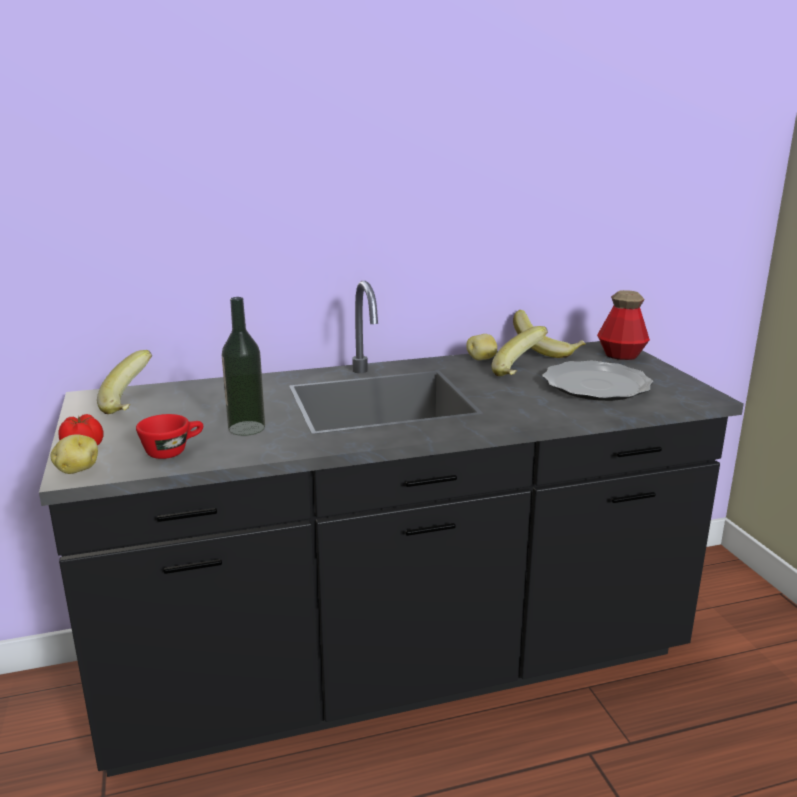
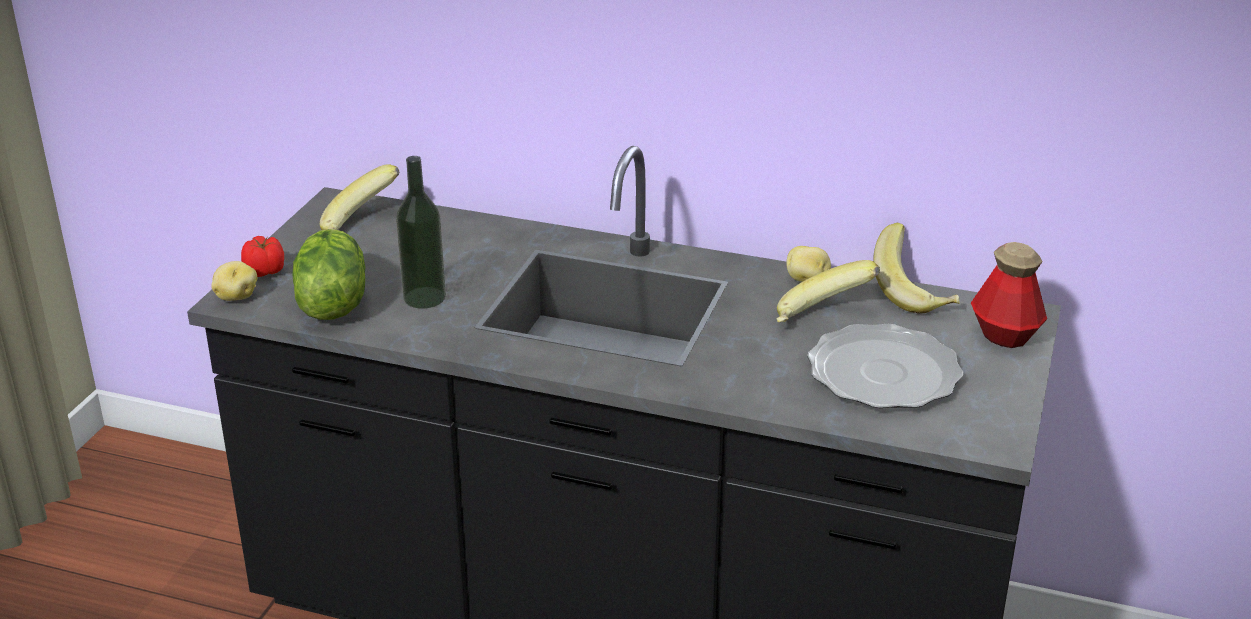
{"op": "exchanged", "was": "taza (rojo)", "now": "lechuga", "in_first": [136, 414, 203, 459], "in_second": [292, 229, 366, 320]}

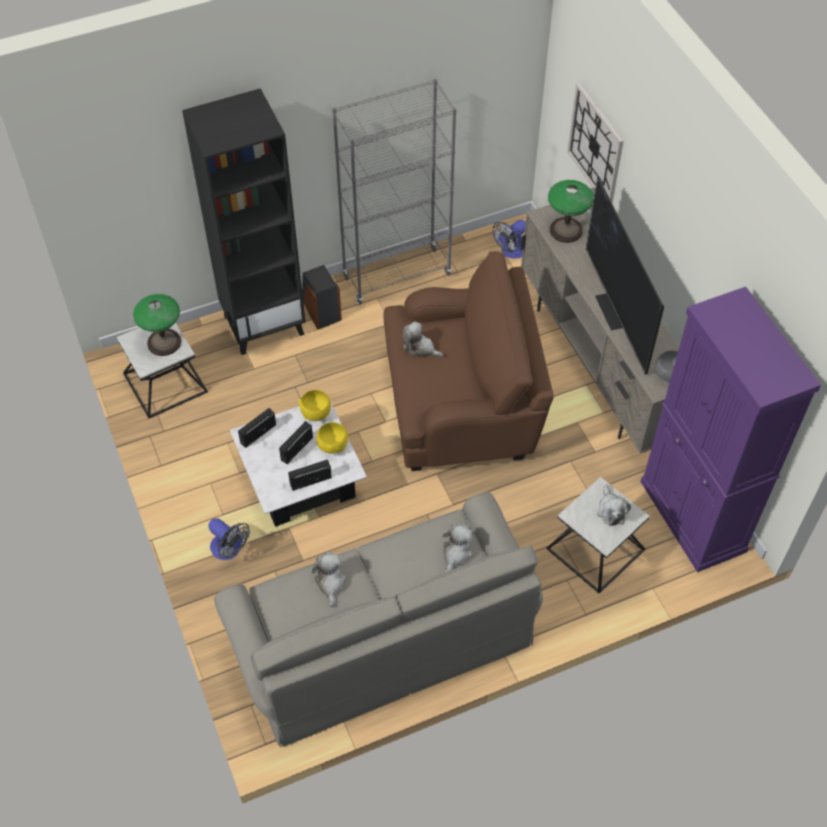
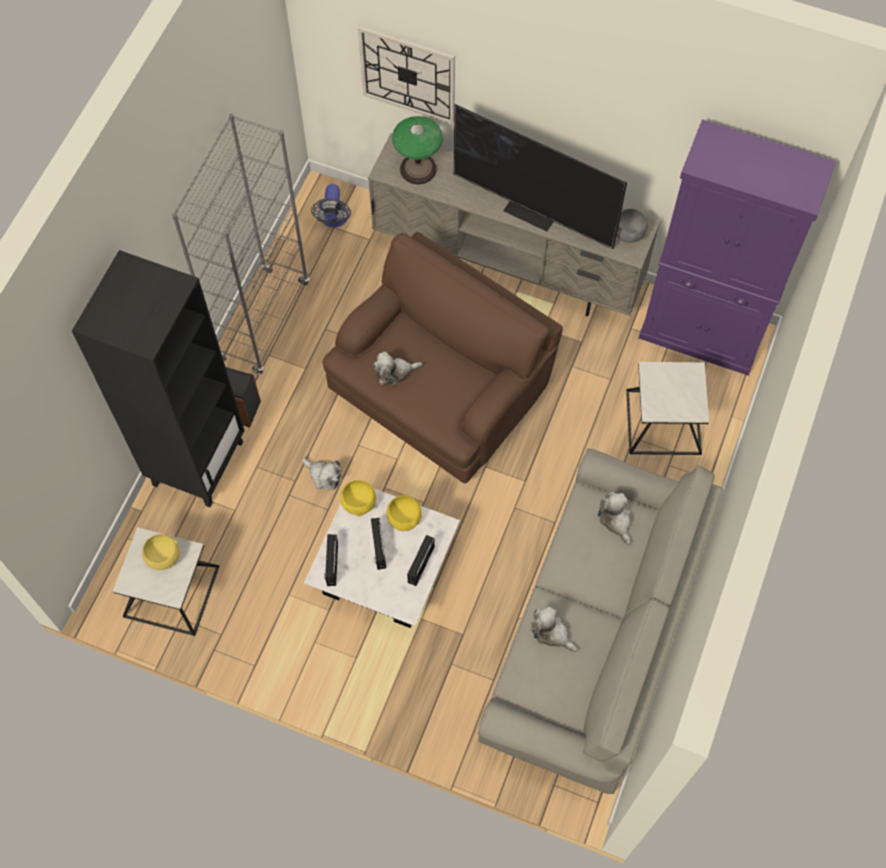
{"op": "exchanged", "was": "lámpara de mesa", "now": "cuenco (amarillo)", "in_first": [133, 294, 181, 356], "in_second": [142, 534, 180, 570]}
{"op": "relocated", "was": "peluche", "in_first": [597, 484, 631, 526], "in_second": [302, 458, 343, 490]}
{"op": "missing", "was": "ventilador", "in_first": [208, 518, 250, 560]}

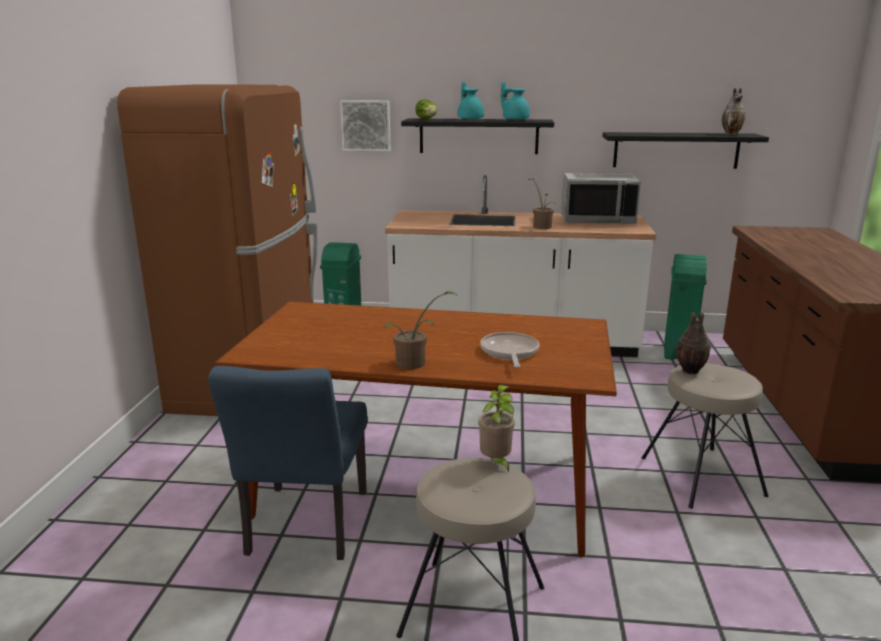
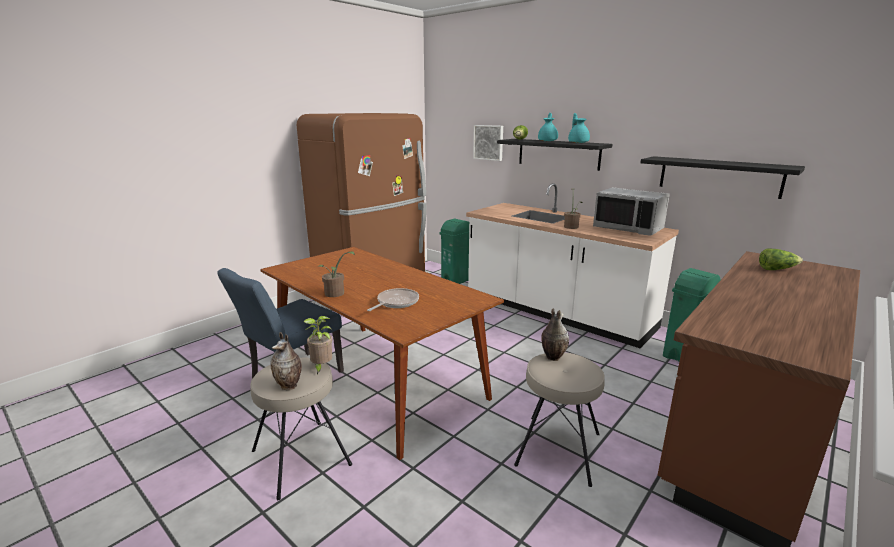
{"op": "relocated", "was": "florero", "in_first": [722, 88, 746, 135], "in_second": [271, 332, 302, 390]}
{"op": "appeared", "now": "lechuga", "in_second": [759, 248, 803, 270]}

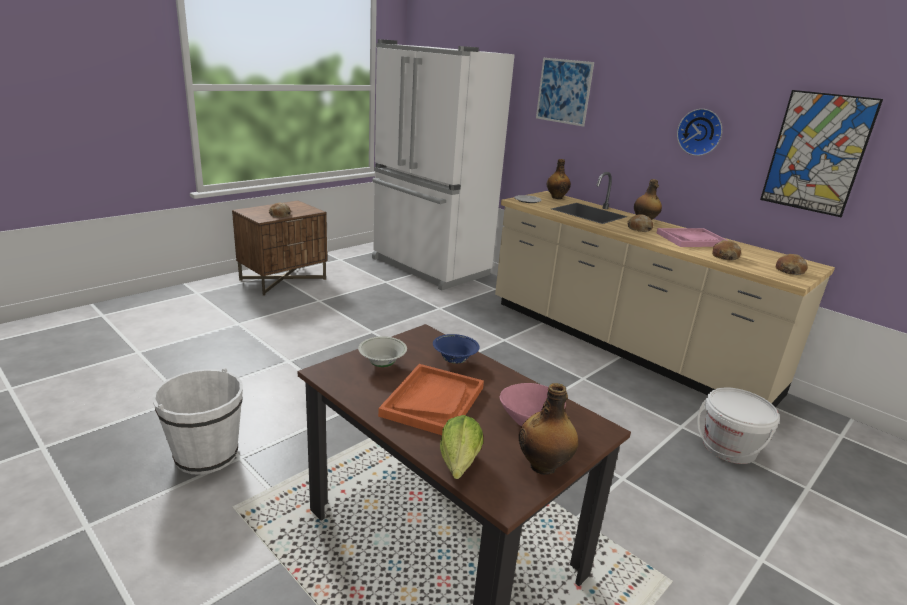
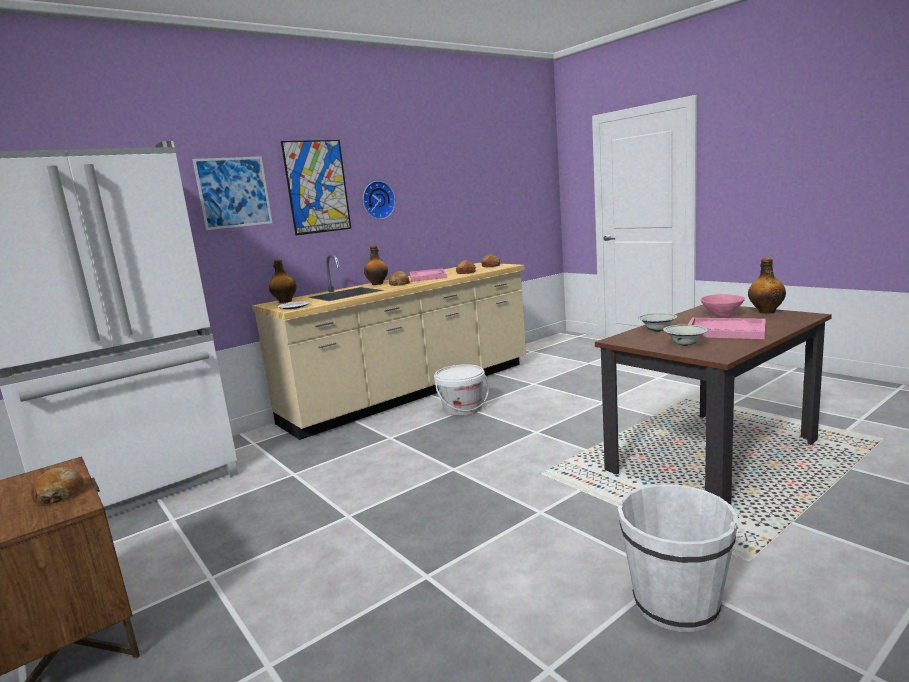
{"op": "relocated", "was": "cuadro", "in_first": [760, 90, 883, 217], "in_second": [281, 140, 351, 235]}
{"op": "colour", "was": "cuenco (azul)", "now": "cuenco (blanco)", "in_first": [433, 334, 480, 364], "in_second": [638, 313, 677, 332]}
{"op": "colour", "was": "bandeja (naranja)", "now": "bandeja (rosa)", "in_first": [378, 364, 484, 435], "in_second": [688, 318, 766, 339]}
{"op": "relocated", "was": "cubo (blanco)", "in_first": [697, 387, 780, 464], "in_second": [434, 364, 489, 416]}
{"op": "missing", "was": "lechuga", "in_first": [440, 415, 483, 479]}

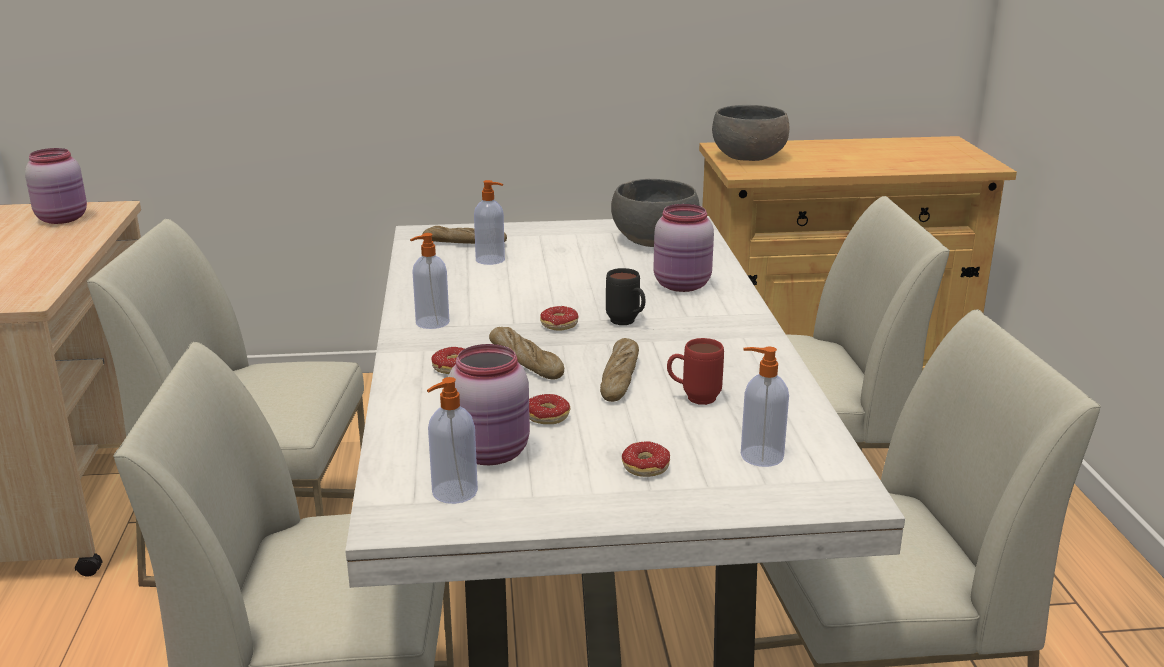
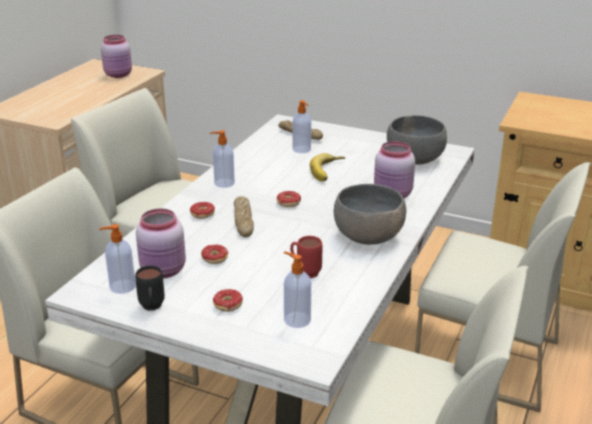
{"op": "relocated", "was": "cuenco (gris)", "in_first": [712, 105, 790, 161], "in_second": [334, 184, 406, 245]}
{"op": "relocated", "was": "taza grande (negro)", "in_first": [606, 268, 646, 325], "in_second": [135, 265, 165, 311]}
{"op": "missing", "was": "pan", "in_first": [600, 338, 639, 402]}
{"op": "appeared", "now": "plátano", "in_second": [310, 153, 345, 182]}

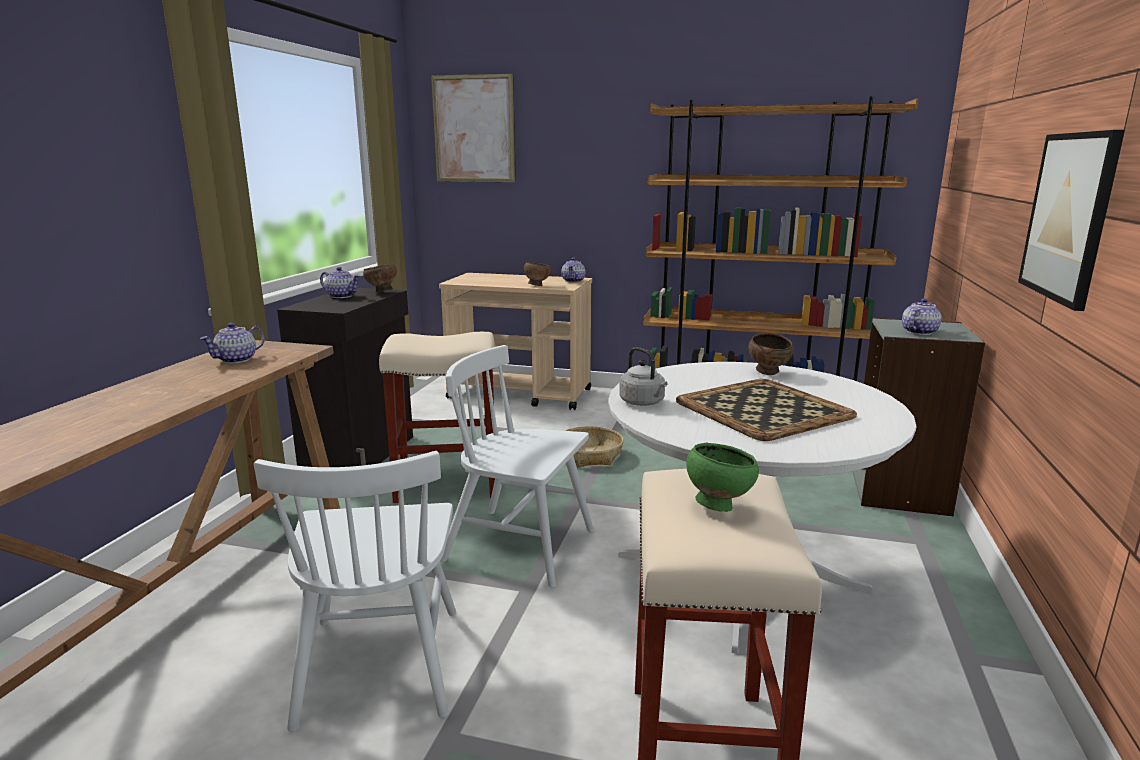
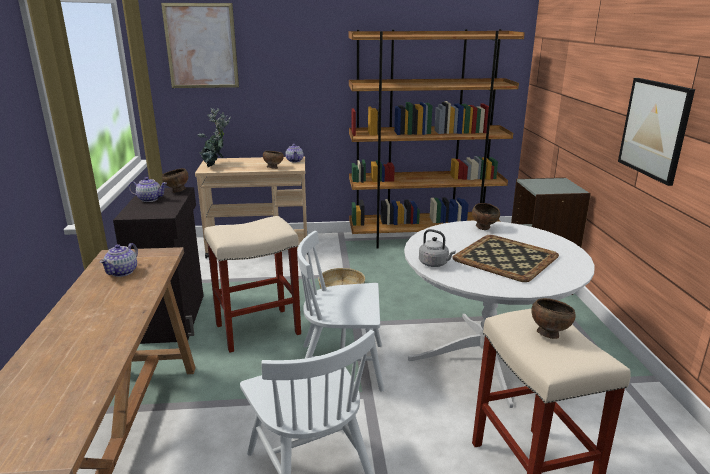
{"op": "missing", "was": "tetera", "in_first": [902, 298, 942, 335]}
{"op": "colour", "was": "cuenco (verde)", "now": "cuenco (marrón)", "in_first": [686, 443, 759, 512], "in_second": [531, 298, 576, 339]}
{"op": "appeared", "now": "planta en maceta", "in_second": [197, 108, 231, 167]}

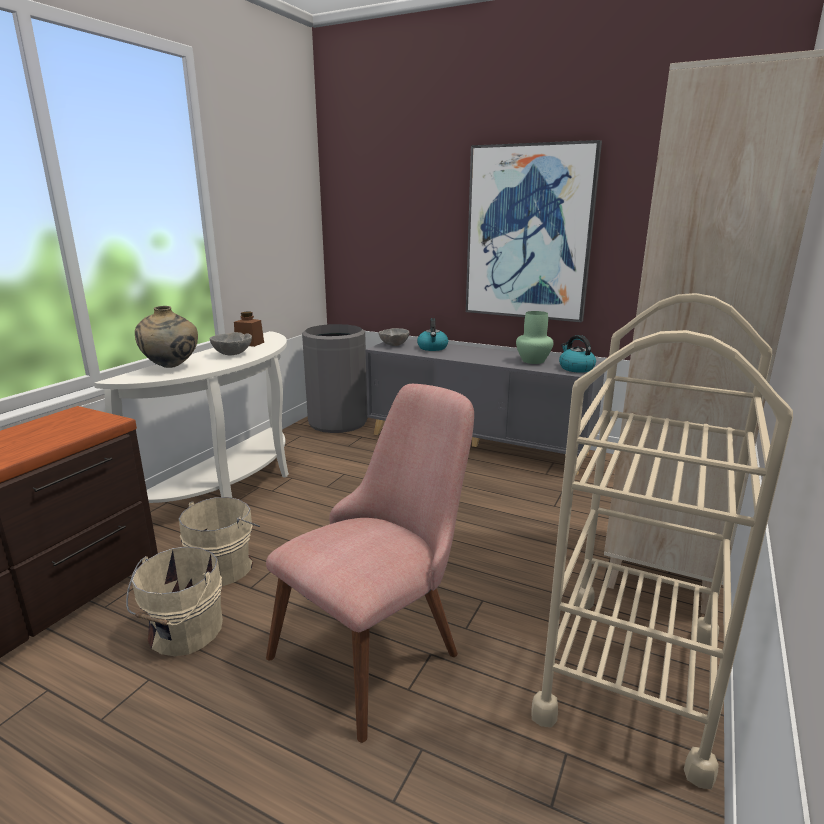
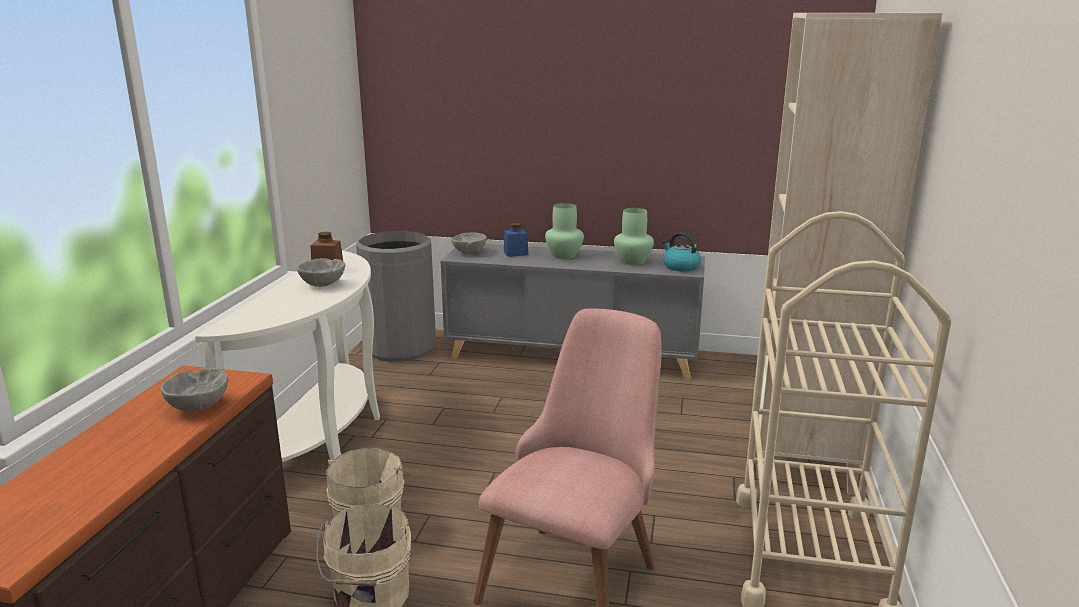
{"op": "missing", "was": "cuadro", "in_first": [466, 140, 602, 322]}
{"op": "missing", "was": "florero (beis)", "in_first": [135, 306, 198, 368]}
{"op": "exchanged", "was": "hervidor", "now": "tarro (azul)", "in_first": [417, 318, 448, 351], "in_second": [504, 223, 528, 257]}
{"op": "appeared", "now": "florero (verde)", "in_second": [545, 203, 584, 259]}
{"op": "appeared", "now": "cuenco (gris)", "in_second": [160, 368, 228, 412]}

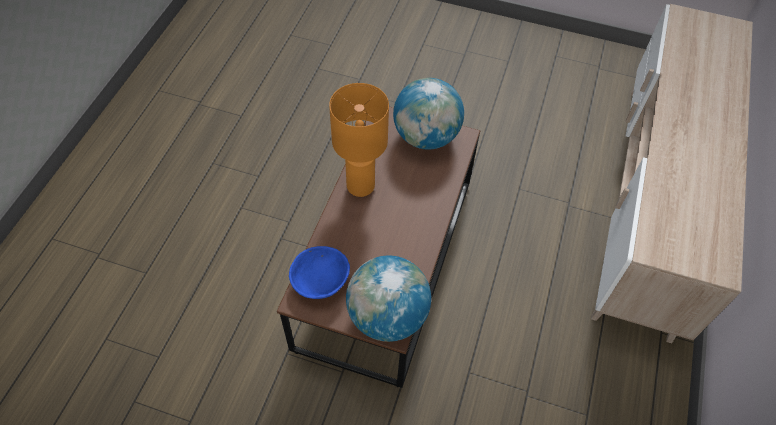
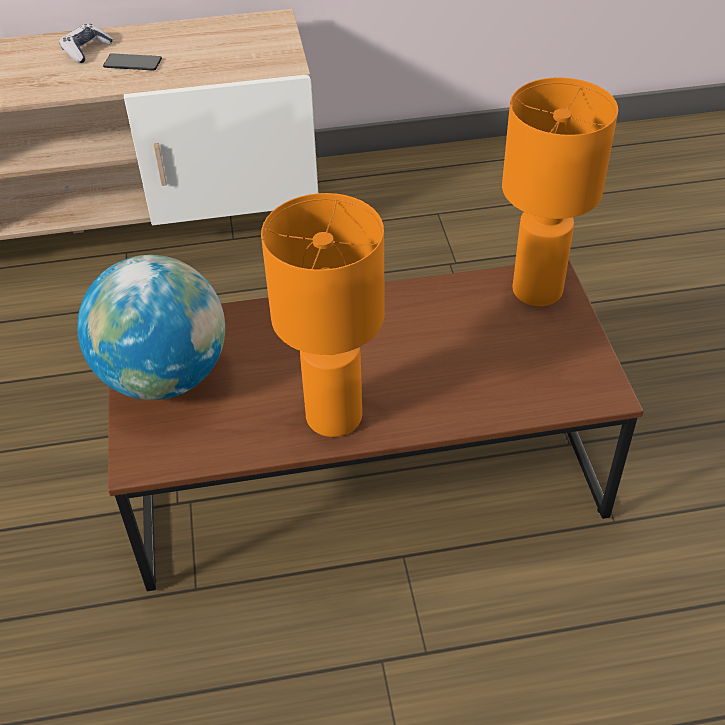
{"op": "missing", "was": "cuenco (azul)", "in_first": [289, 246, 350, 299]}
{"op": "exchanged", "was": "globo terráqueo", "now": "lámpara de mesa (naranja)", "in_first": [346, 255, 431, 342], "in_second": [502, 77, 618, 306]}
{"op": "appeared", "now": "mando de consola", "in_second": [59, 24, 113, 63]}
{"op": "appeared", "now": "móvil", "in_second": [103, 53, 162, 71]}

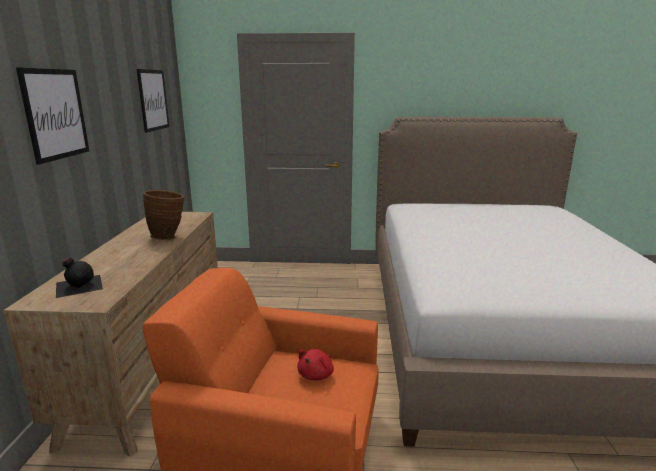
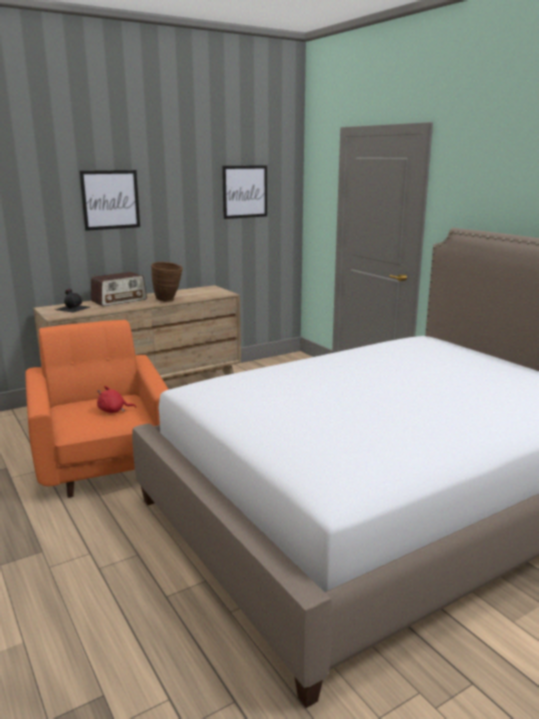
{"op": "appeared", "now": "radio", "in_second": [91, 272, 147, 306]}

